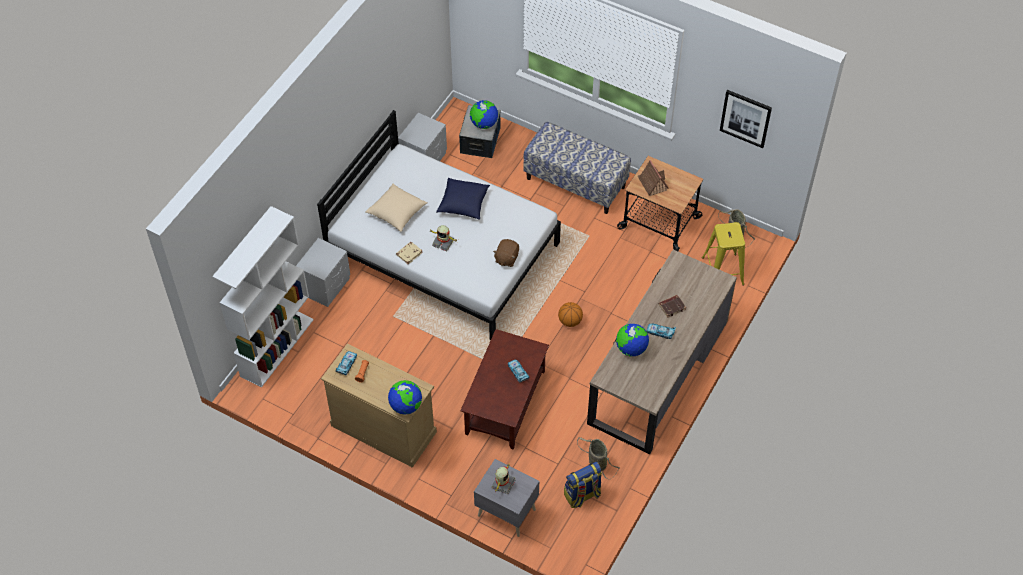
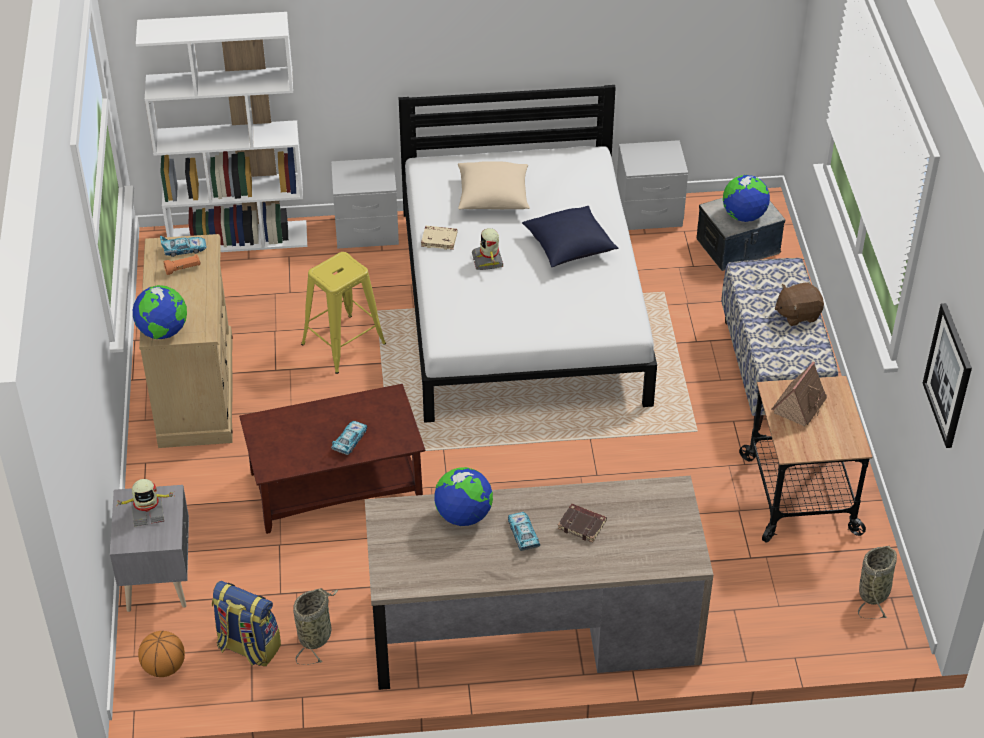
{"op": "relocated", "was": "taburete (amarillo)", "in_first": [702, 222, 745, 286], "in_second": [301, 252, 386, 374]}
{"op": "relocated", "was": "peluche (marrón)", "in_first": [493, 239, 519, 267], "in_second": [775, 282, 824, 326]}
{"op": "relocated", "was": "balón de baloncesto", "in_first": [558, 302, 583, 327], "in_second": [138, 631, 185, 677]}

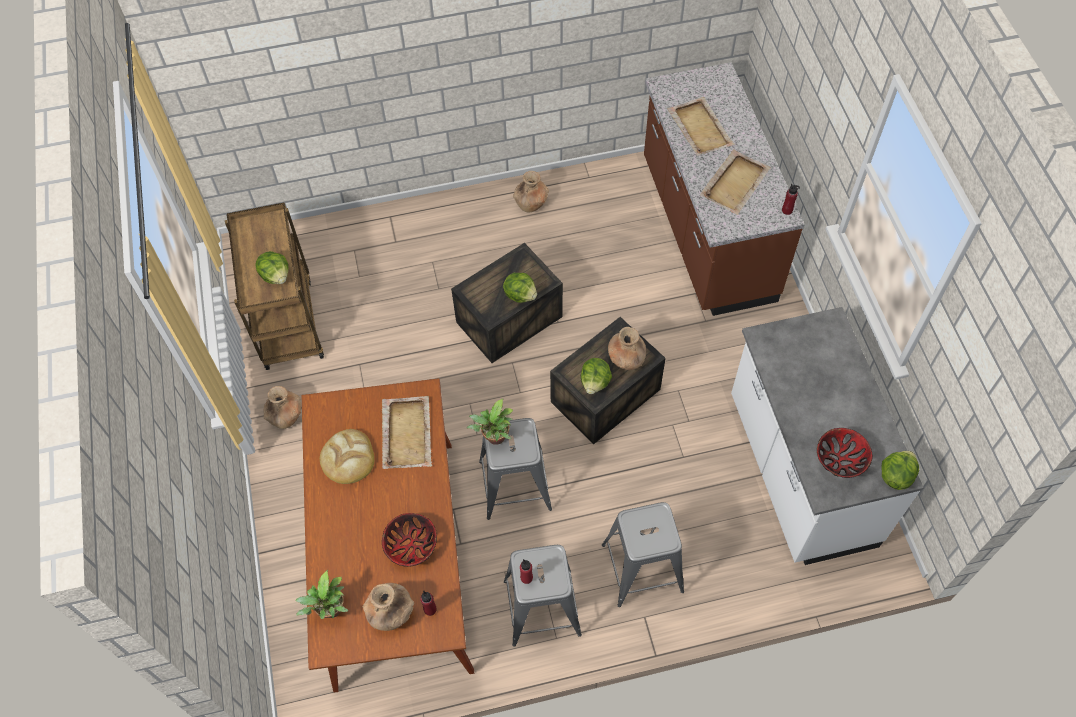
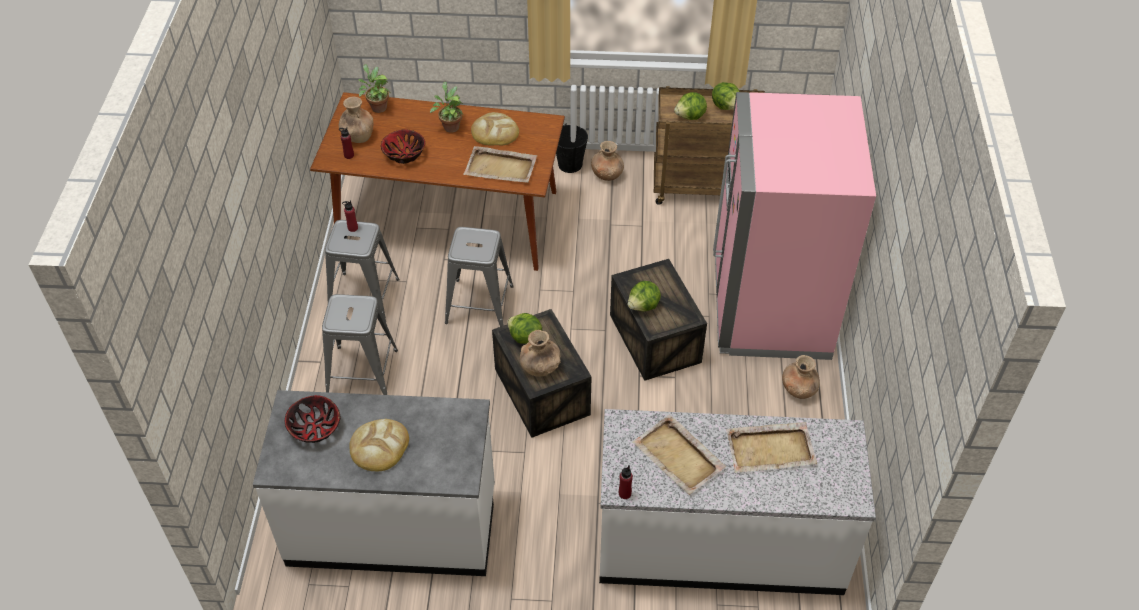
{"op": "colour", "was": "mueble bajo de cocina (marrón)", "now": "mueble bajo de cocina (blanco)", "in_first": [644, 62, 805, 316], "in_second": [599, 409, 876, 595]}
{"op": "relocated", "was": "planta en maceta", "in_first": [467, 399, 513, 445], "in_second": [430, 82, 463, 133]}
{"op": "relocated", "was": "lechuga", "in_first": [881, 451, 919, 490], "in_second": [712, 82, 740, 110]}
{"op": "appeared", "now": "nevera (rosa)", "in_second": [713, 92, 876, 360]}
{"op": "appeared", "now": "cubo (negro)", "in_second": [556, 123, 588, 173]}
{"op": "appeared", "now": "pan", "in_second": [350, 419, 409, 471]}

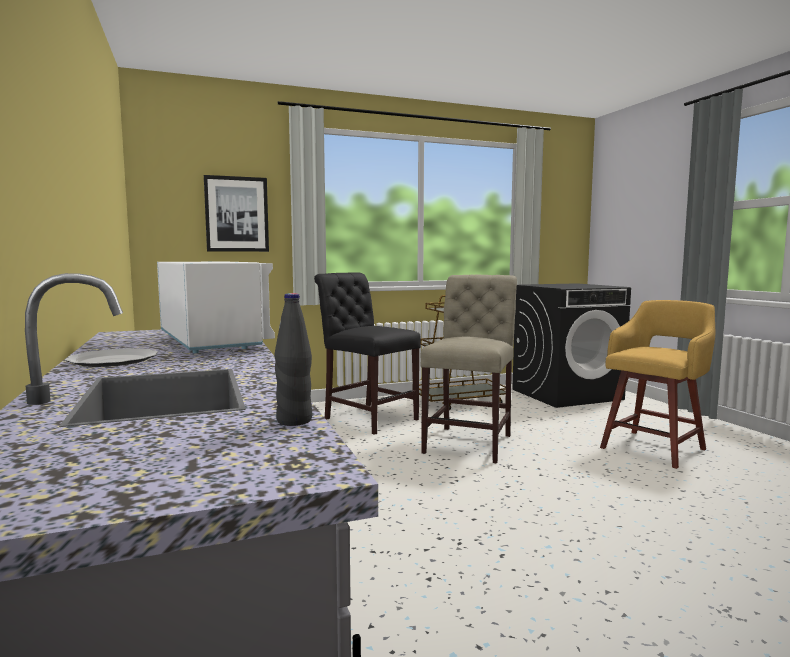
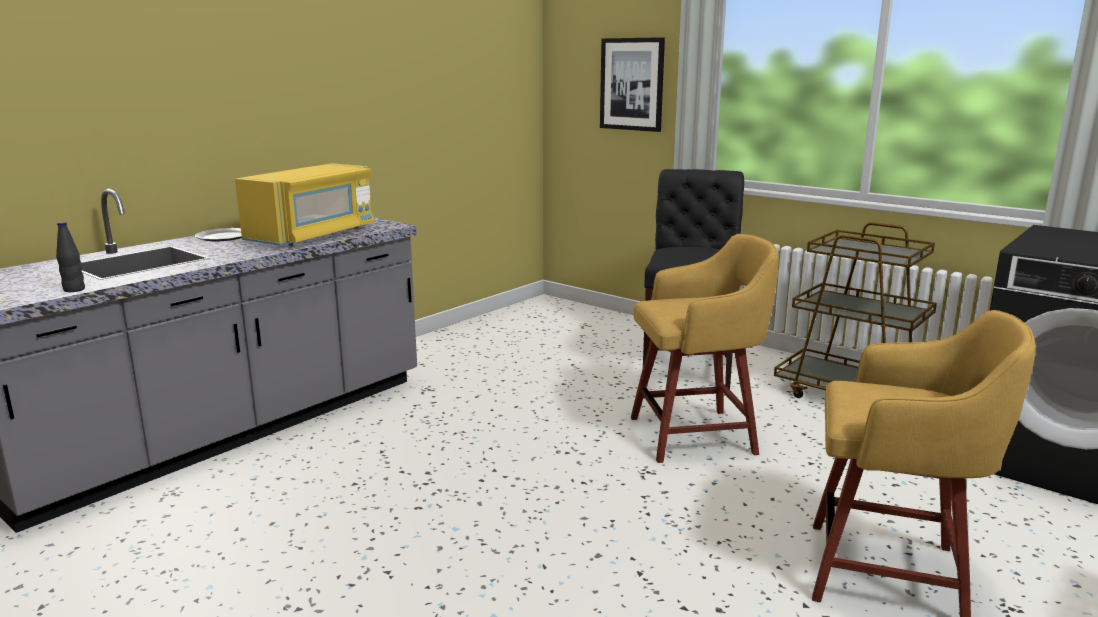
{"op": "colour", "was": "microondas (blanco)", "now": "microondas (amarillo)", "in_first": [157, 262, 275, 353], "in_second": [235, 163, 374, 246]}
{"op": "exchanged", "was": "silla (beis)", "now": "taburete (amarillo)", "in_first": [421, 275, 517, 463], "in_second": [631, 234, 779, 463]}

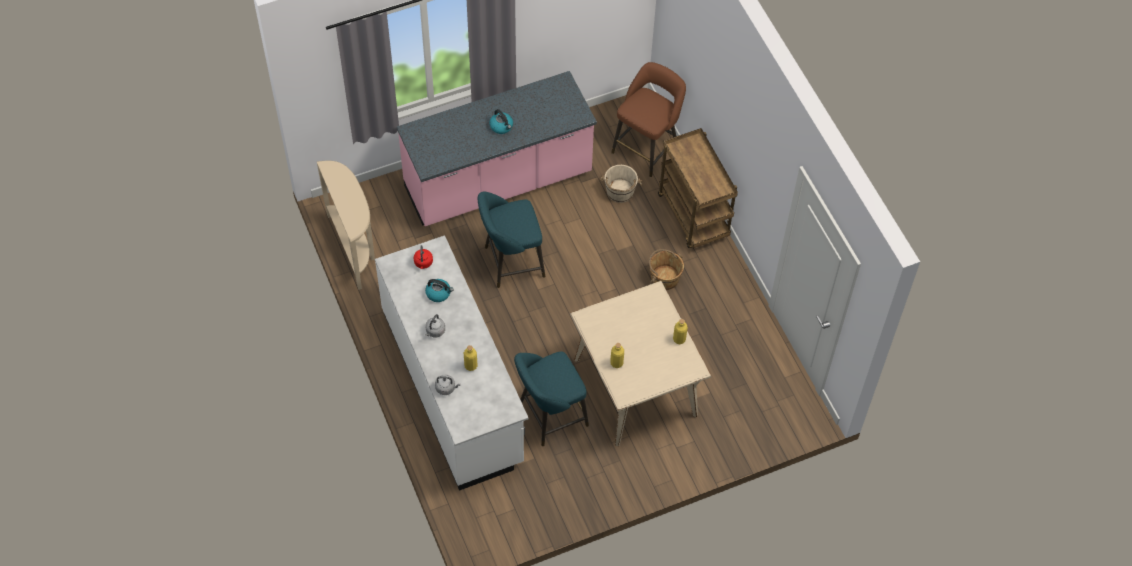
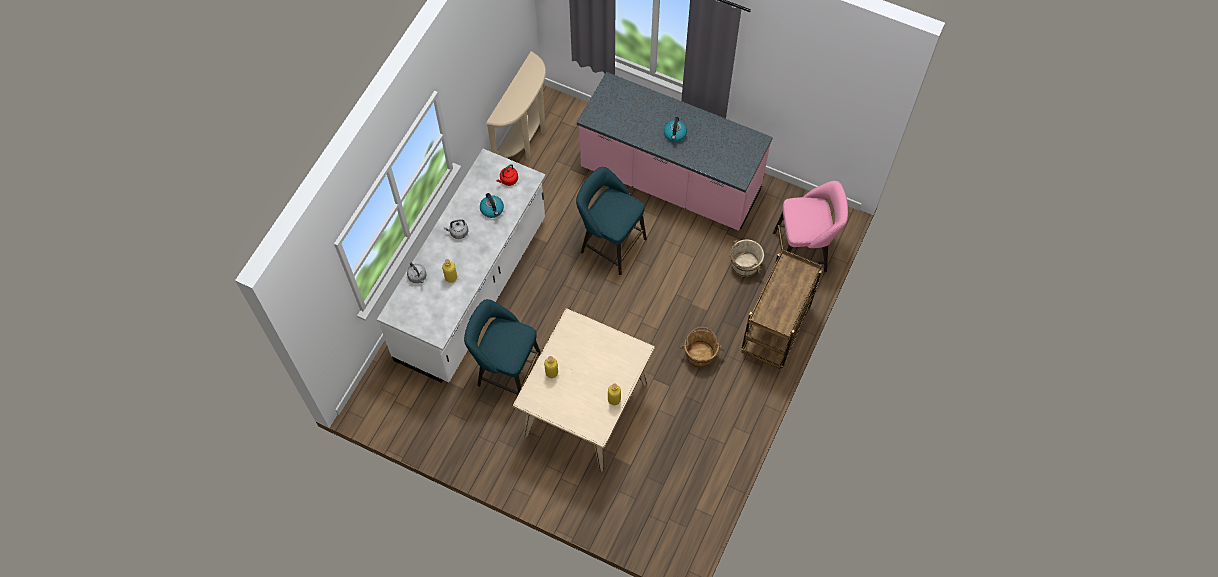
{"op": "colour", "was": "taburete (marrón)", "now": "taburete (rosa)", "in_first": [611, 62, 686, 177], "in_second": [773, 181, 848, 272]}

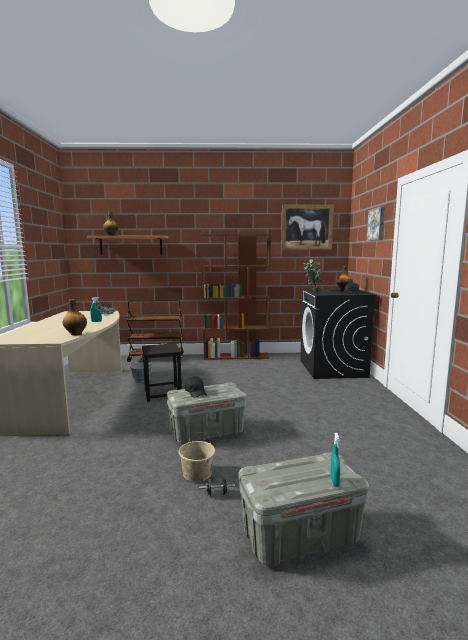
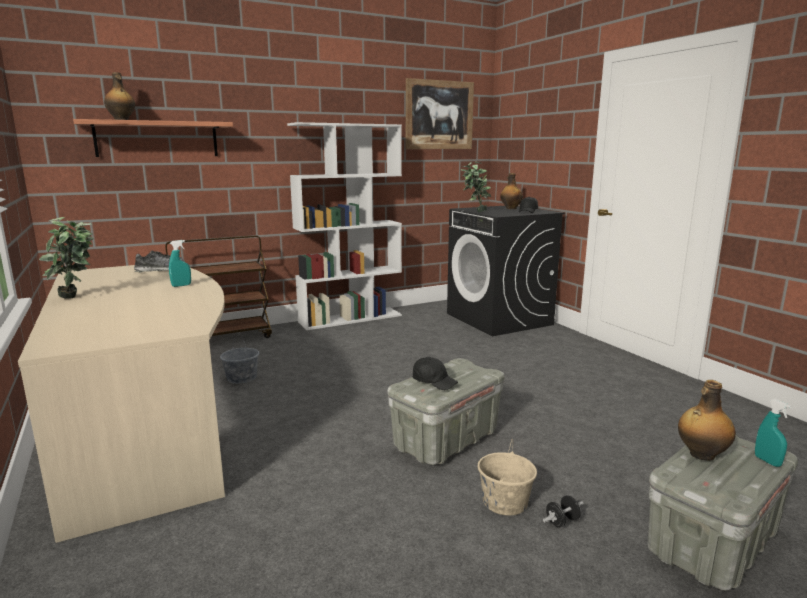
{"op": "missing", "was": "cuadro", "in_first": [367, 206, 385, 241]}
{"op": "colour", "was": "estantería (marrón)", "now": "estantería (blanco)", "in_first": [201, 234, 271, 360], "in_second": [287, 122, 402, 330]}
{"op": "relocated", "was": "botella", "in_first": [63, 299, 87, 336], "in_second": [678, 380, 736, 461]}
{"op": "missing", "was": "taburete (negro)", "in_first": [142, 343, 182, 402]}
{"op": "appeared", "now": "planta en maceta", "in_second": [39, 217, 94, 299]}

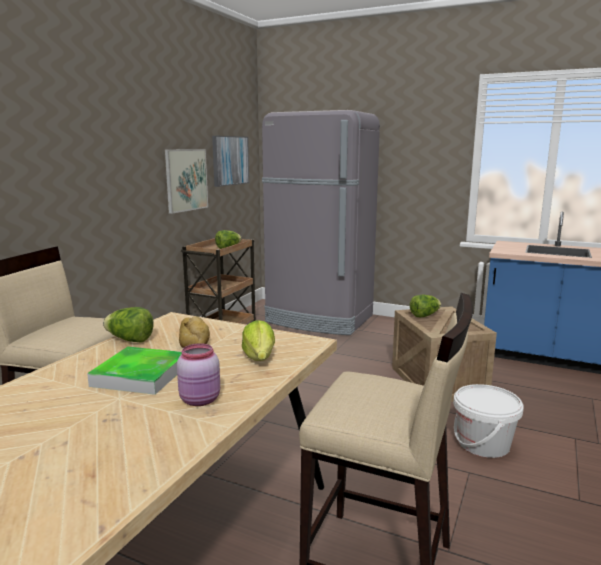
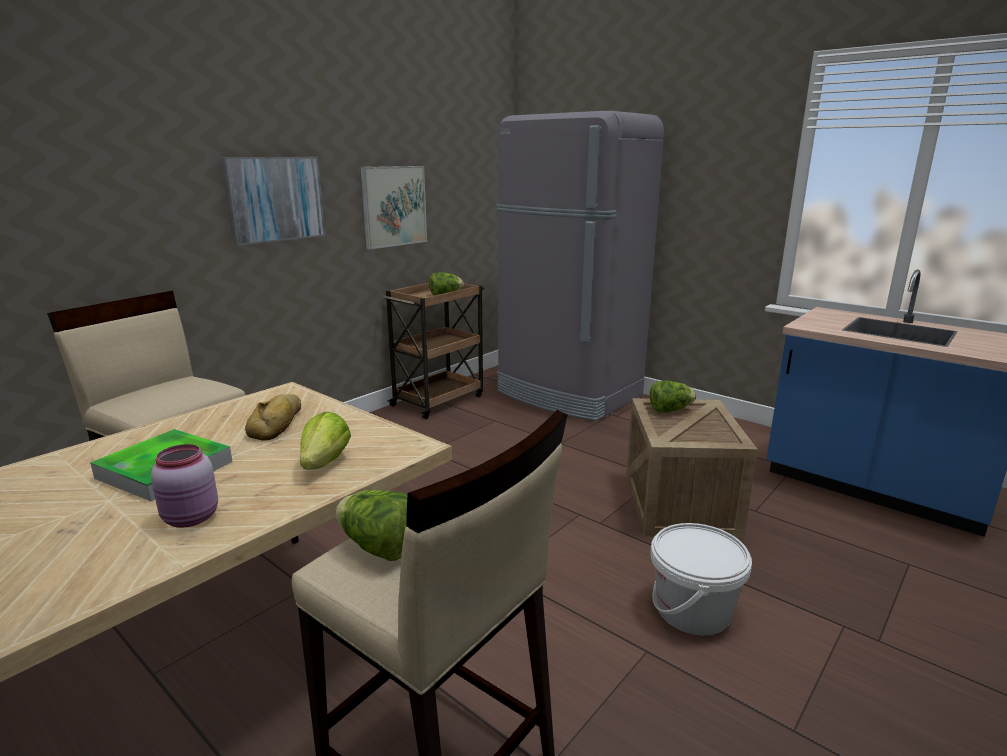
{"op": "relocated", "was": "cuadro", "in_first": [212, 136, 249, 187], "in_second": [221, 157, 325, 246]}
{"op": "relocated", "was": "lechuga", "in_first": [103, 307, 154, 343], "in_second": [335, 490, 407, 561]}

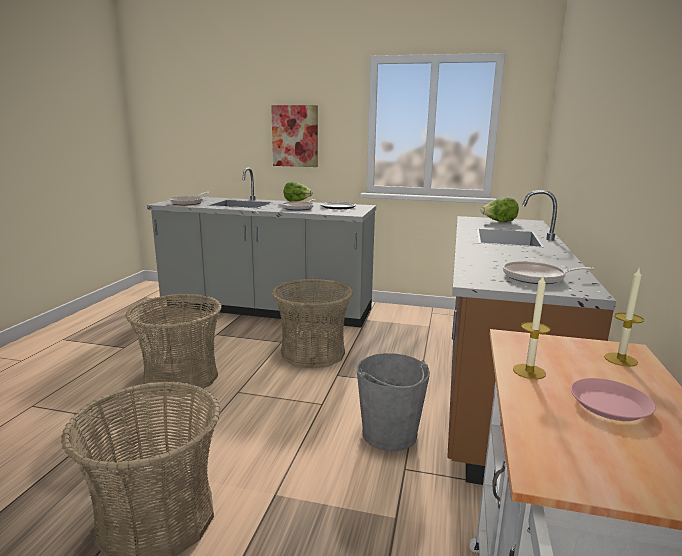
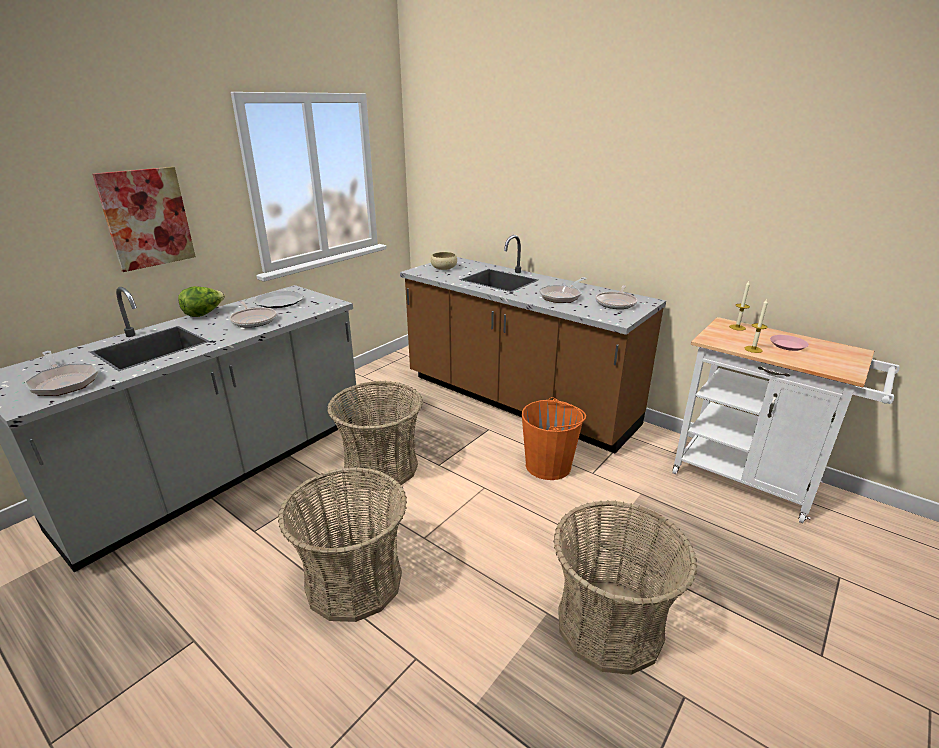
{"op": "exchanged", "was": "lechuga", "now": "cuenco (beis)", "in_first": [480, 197, 519, 222], "in_second": [431, 252, 457, 270]}
{"op": "colour", "was": "cubo (gris)", "now": "cubo (naranja)", "in_first": [357, 353, 430, 451], "in_second": [522, 397, 586, 480]}
{"op": "appeared", "now": "sartén", "in_second": [539, 277, 587, 303]}

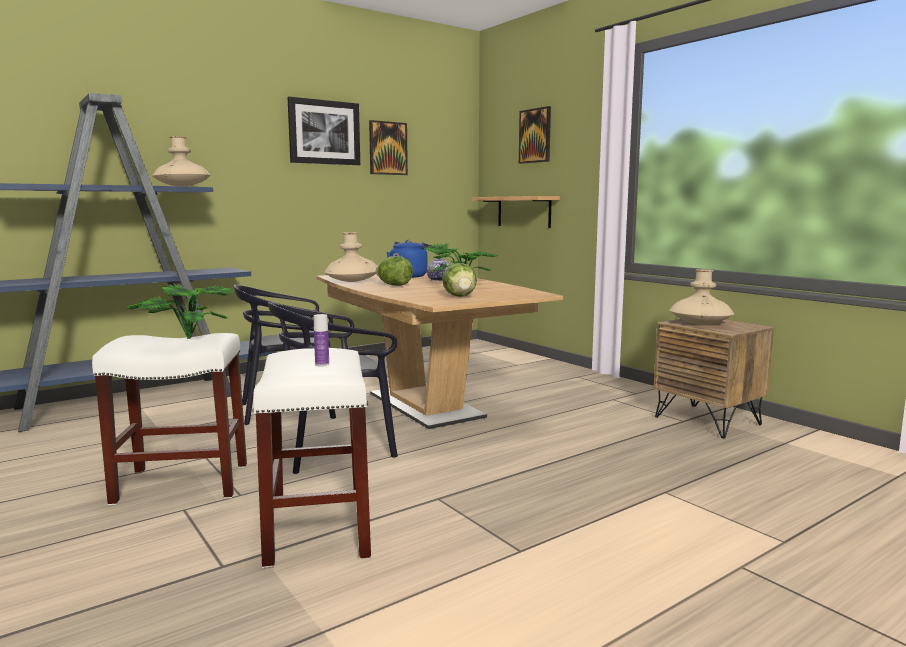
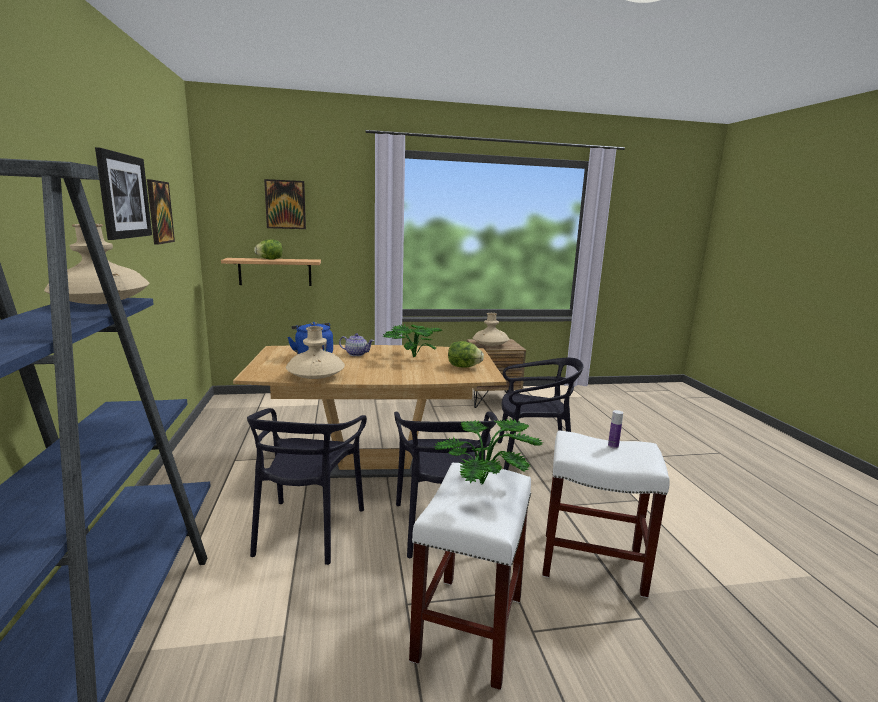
{"op": "relocated", "was": "lechuga", "in_first": [376, 256, 413, 286], "in_second": [254, 239, 283, 260]}
{"op": "appeared", "now": "silla (negro)", "in_second": [498, 358, 583, 470]}

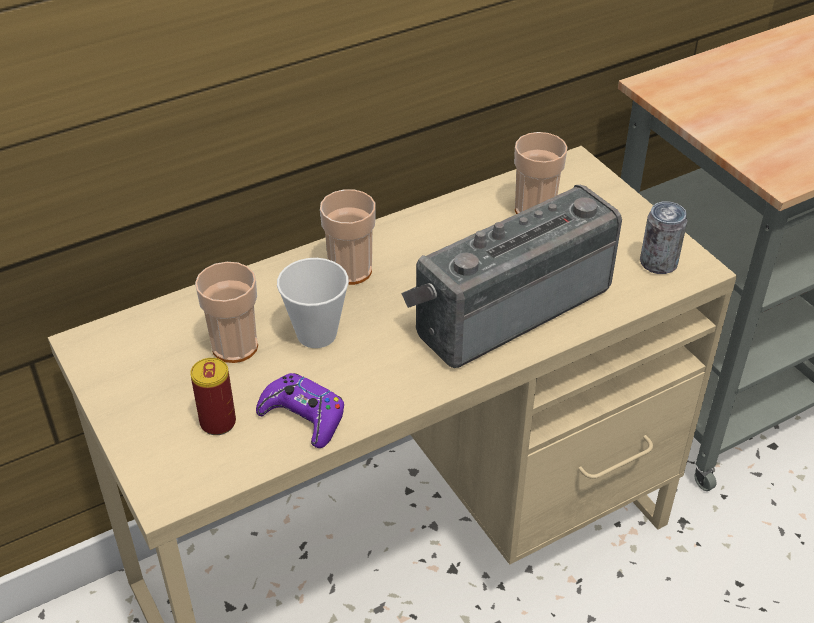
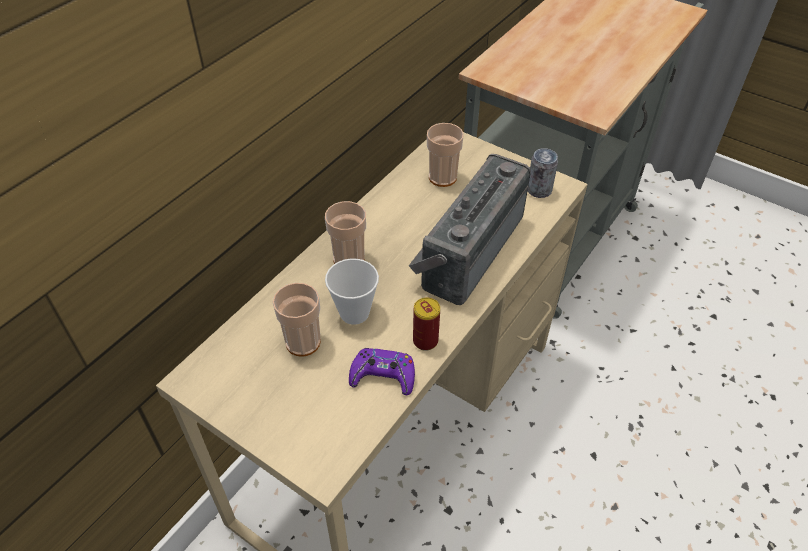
{"op": "relocated", "was": "lata", "in_first": [190, 358, 236, 435], "in_second": [413, 297, 440, 351]}

